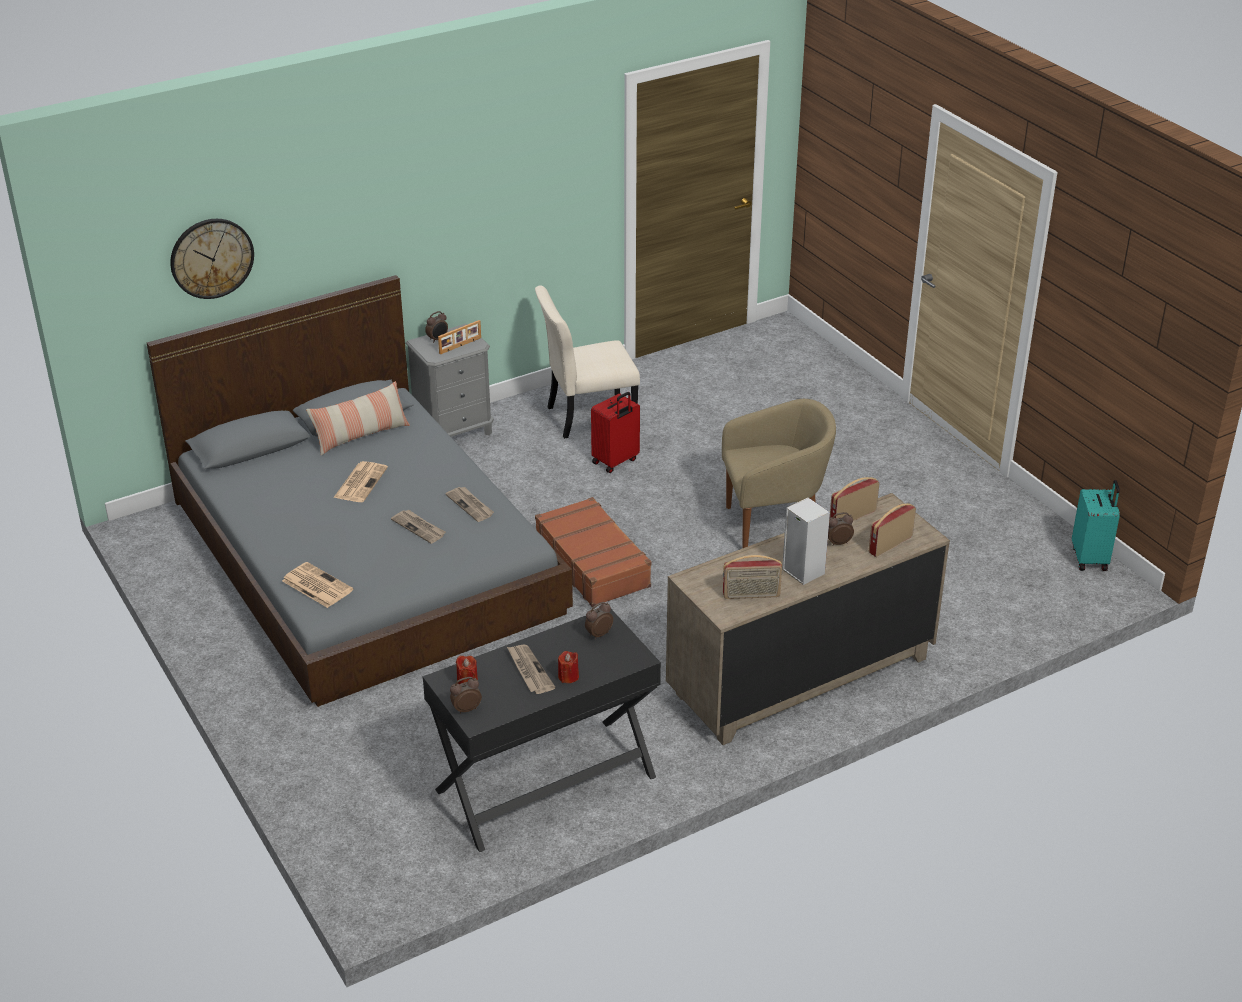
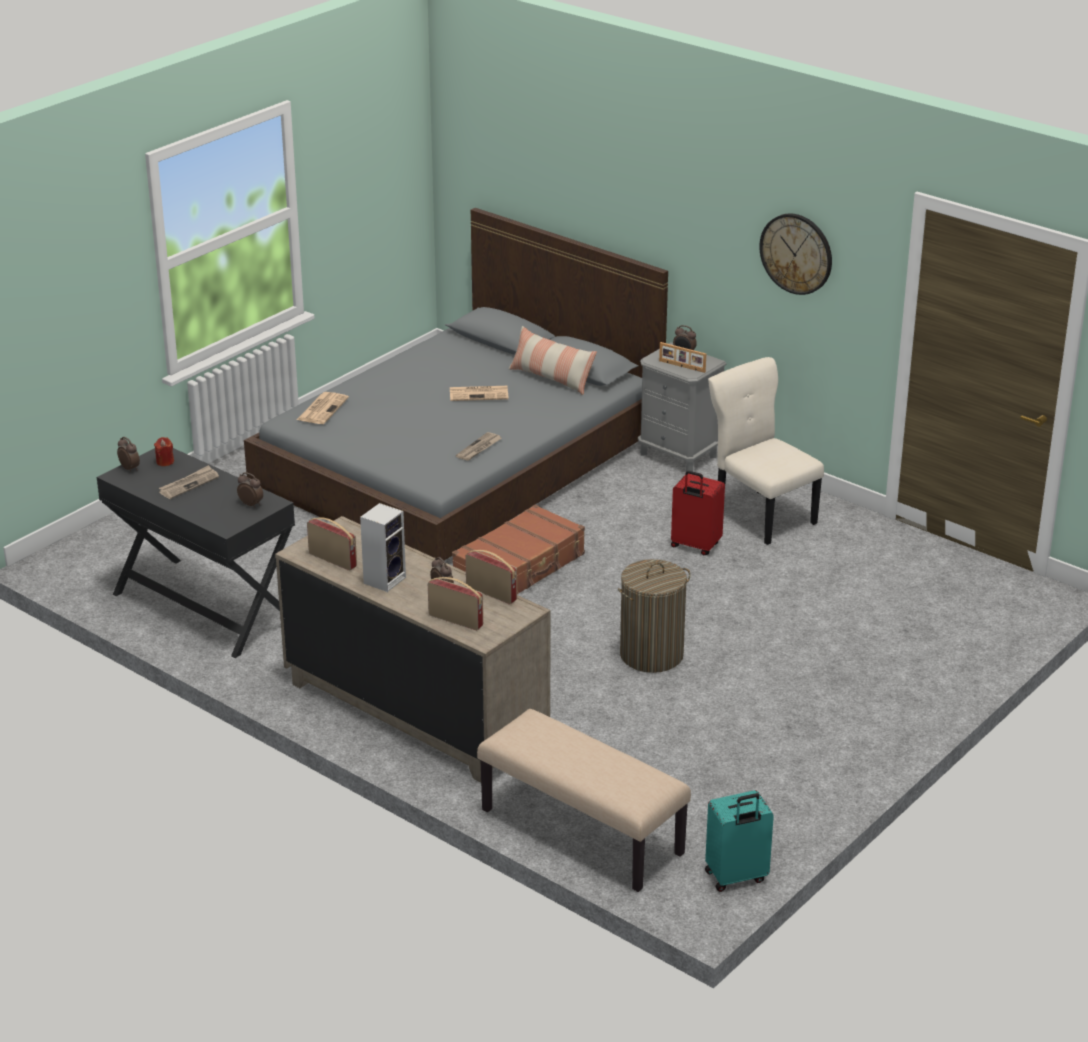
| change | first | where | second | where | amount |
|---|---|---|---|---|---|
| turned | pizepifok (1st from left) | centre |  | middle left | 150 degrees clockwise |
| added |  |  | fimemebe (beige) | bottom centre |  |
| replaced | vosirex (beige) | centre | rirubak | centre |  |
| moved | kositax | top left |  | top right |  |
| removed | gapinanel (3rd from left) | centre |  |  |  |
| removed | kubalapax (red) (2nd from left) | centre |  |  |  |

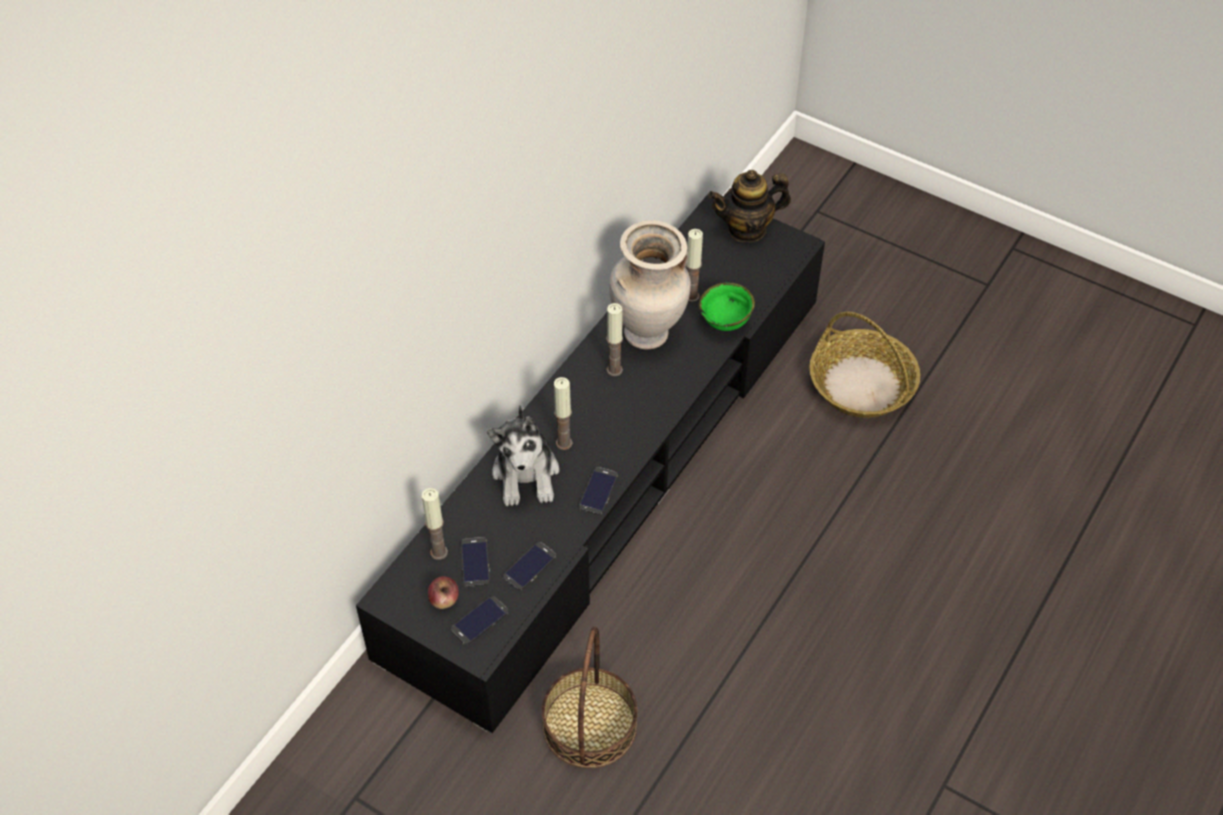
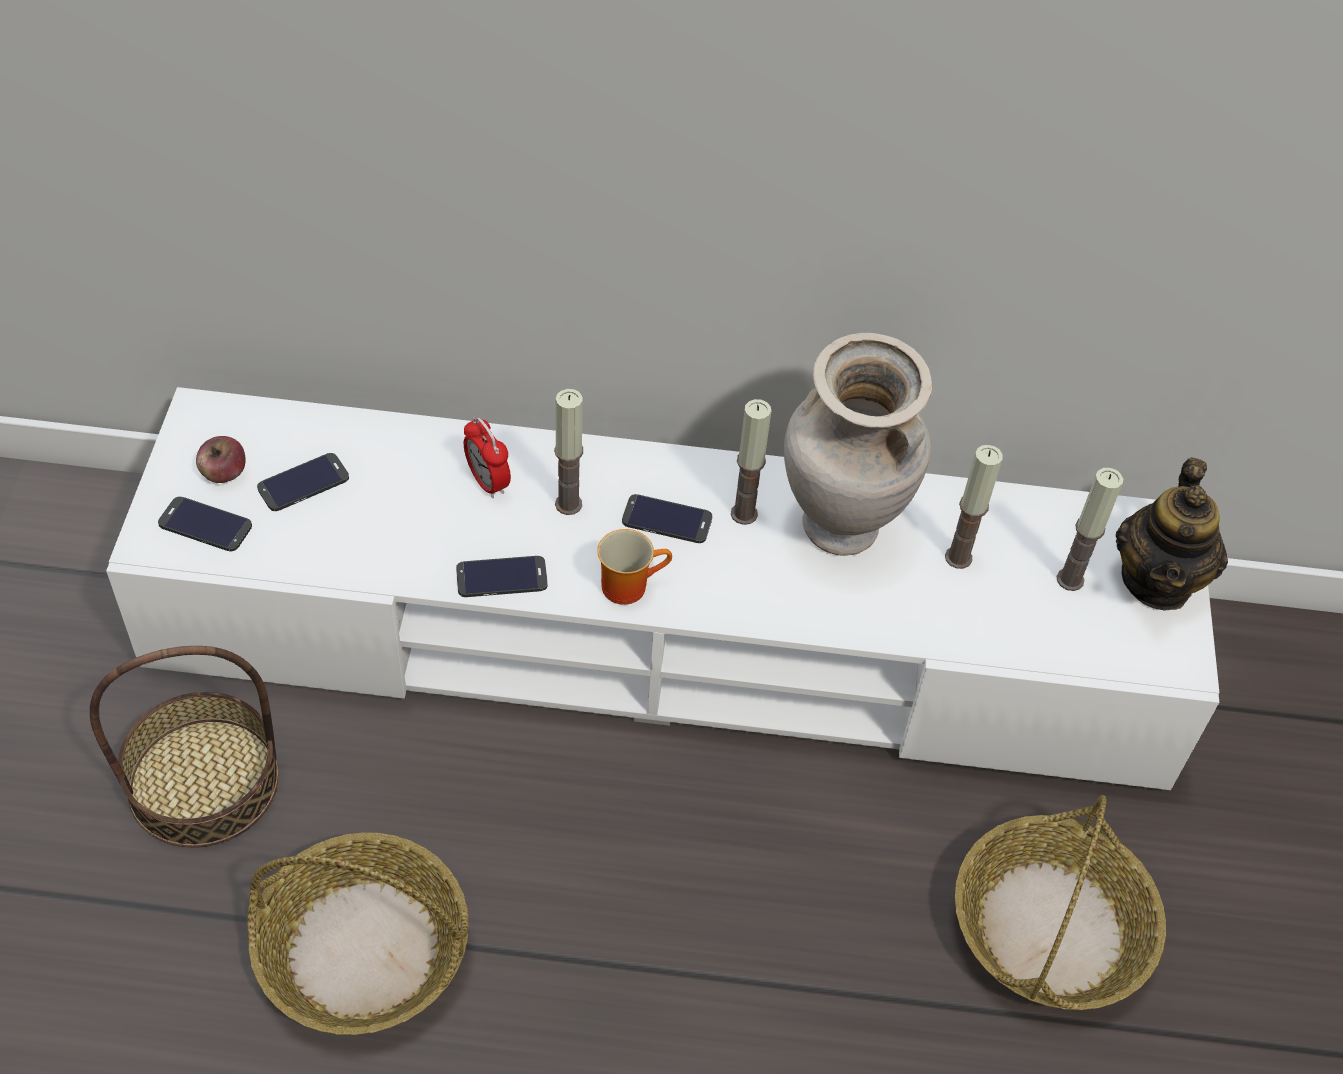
| change | first | where | second | where | amount |
|---|---|---|---|---|---|
| recoloured | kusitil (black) | centre | kusitil (white) | centre |  |
| added |  |  | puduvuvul (2nd from left) | bottom left |  |
| replaced | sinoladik | centre | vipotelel | centre |  |
| added |  |  | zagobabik | centre |  |
| moved | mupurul (3rd from left in the first image) | bottom centre | mupurul (4th from left) | centre |  |
| moved | kubalapax (1st from left in the first image) | centre | kubalapax (4th from left) | middle right |  |
| turned | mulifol | top centre |  | middle right | 120 degrees counterclockwise |
| removed | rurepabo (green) | centre |  |  |  |

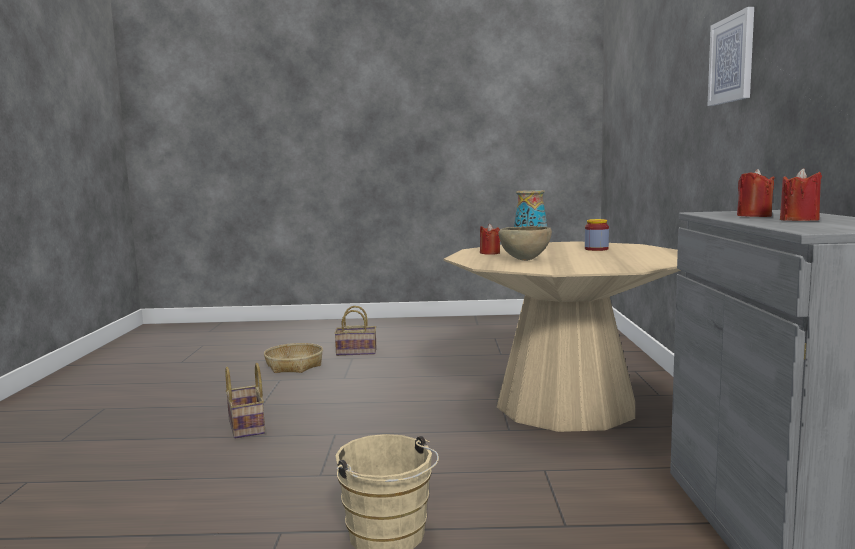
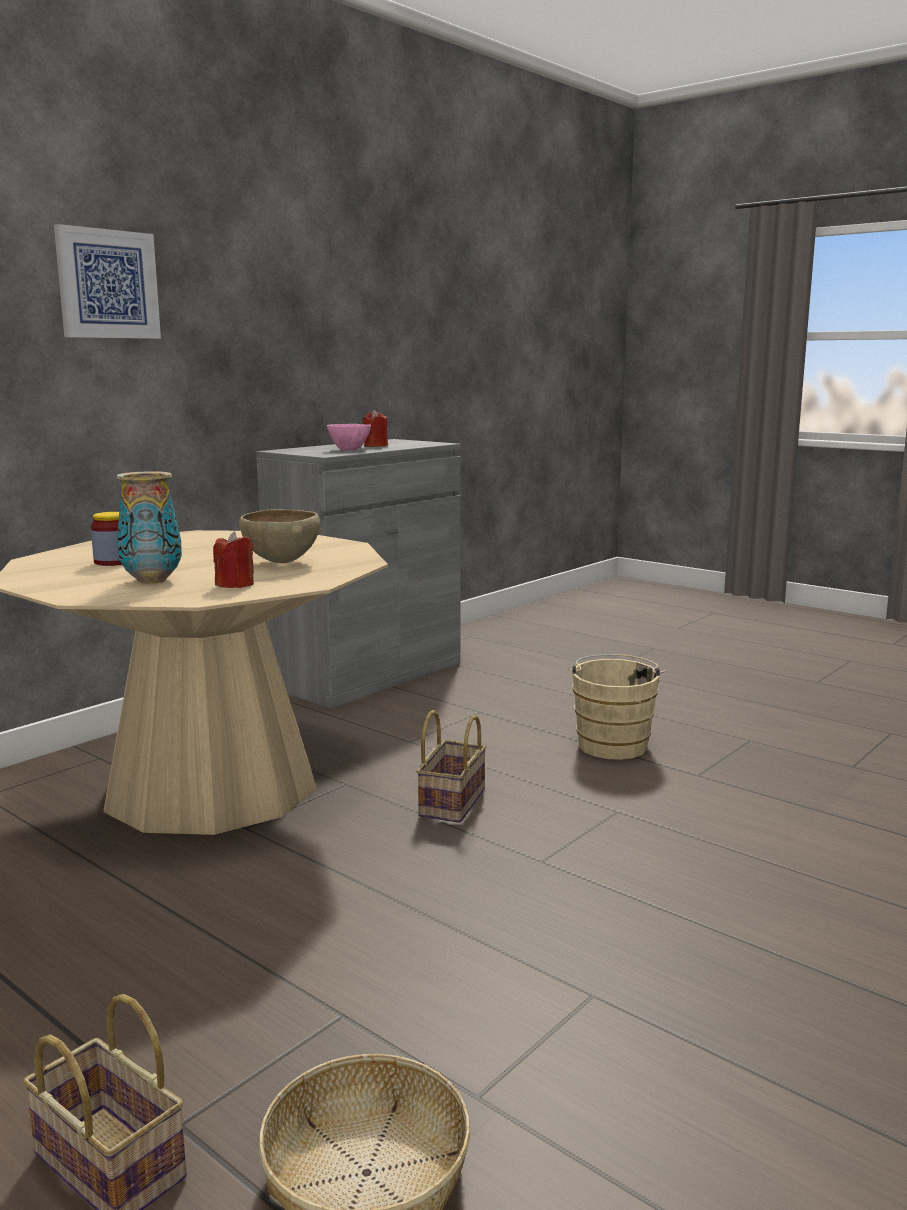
| change | first | where | second | where | amount |
|---|---|---|---|---|---|
| replaced | kubalapax (red) (2nd from left) | middle right | rurepabo (pink) | centre |  |
| moved | puduvuvul (1st from left in the first image) | bottom left | puduvuvul (3rd from left) | centre |  |

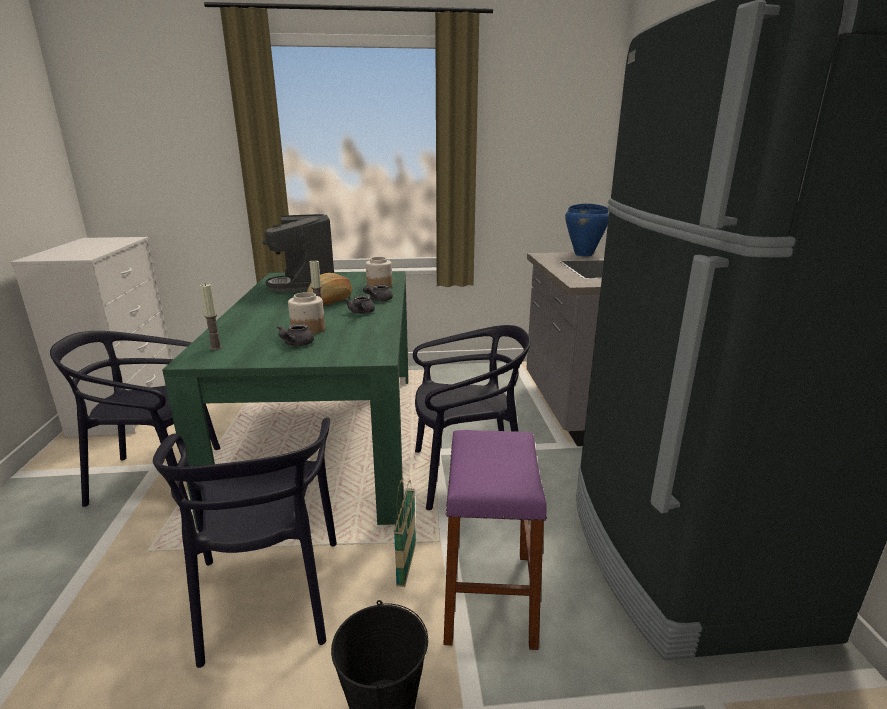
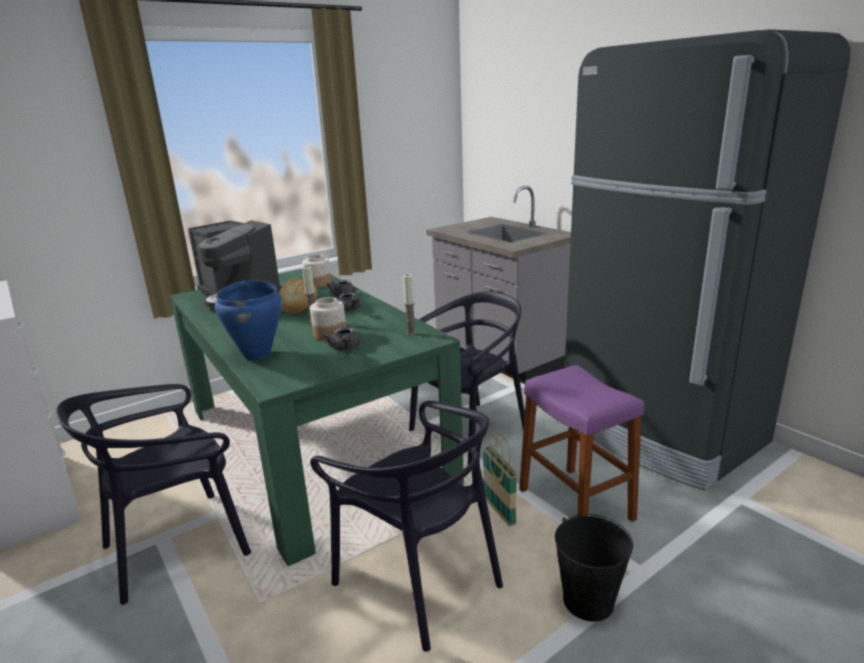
| change | first | where | second | where | amount |
|---|---|---|---|---|---|
| moved | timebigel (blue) | top centre |  | middle left |  |
| moved | kubalapax (1st from left in the first image) | middle left | kubalapax (2nd from left) | centre |  |

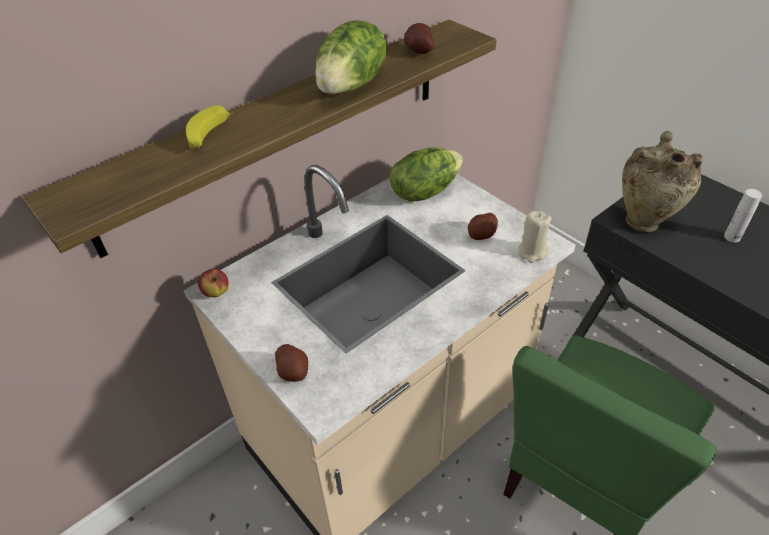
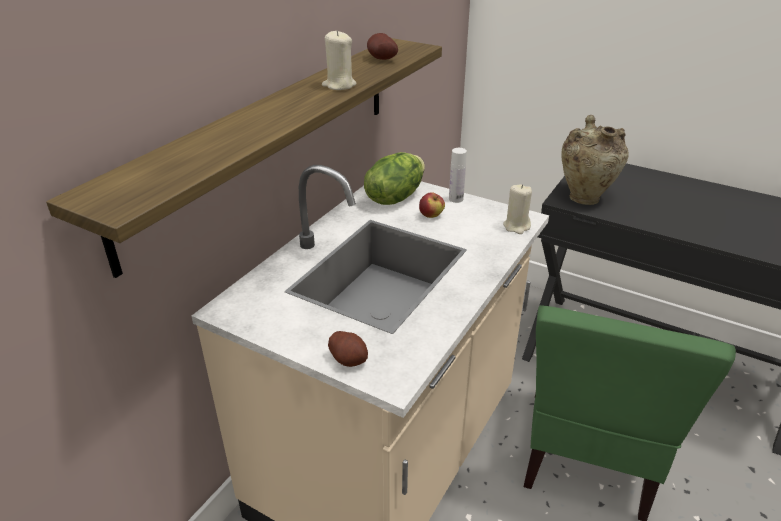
| change | first | where | second | where | amount |
|---|---|---|---|---|---|
| replaced | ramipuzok (1st from left) | top centre | kubalapax (beige) (1st from left) | top centre |  |
| moved | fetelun | middle left |  | centre |  |
| moved | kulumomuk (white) | middle right |  | centre |  |
| removed | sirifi | top left |  |  |  |
| removed | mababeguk (3rd from left) | centre |  |  |  |

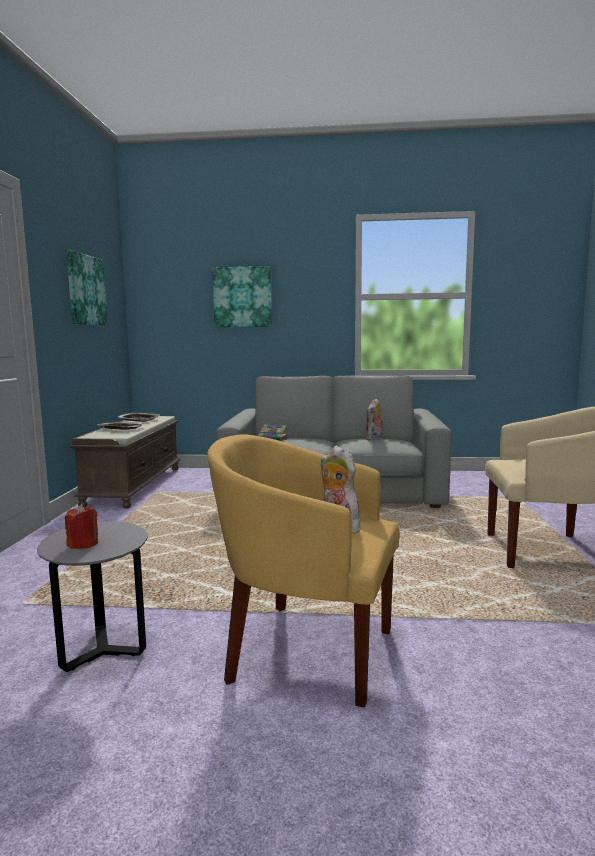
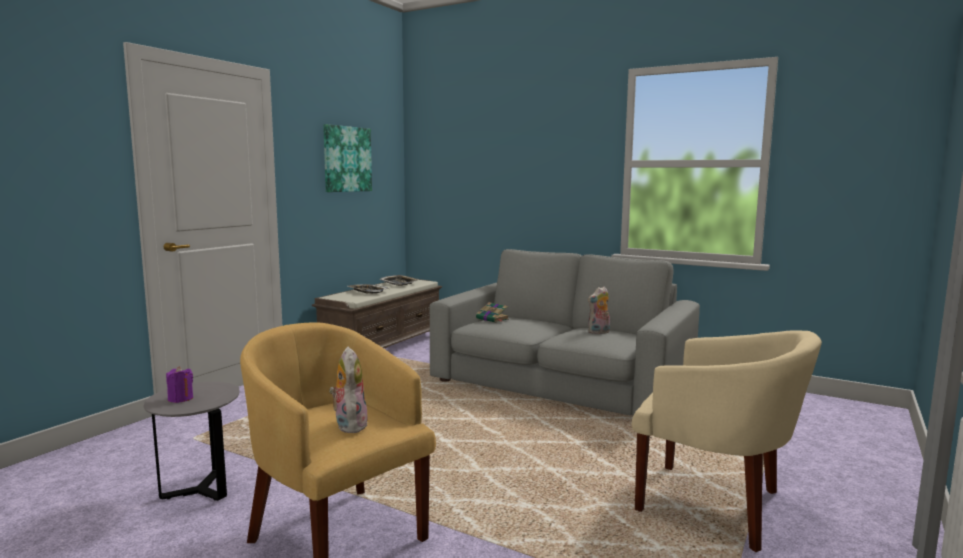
| change | first | where | second | where | amount |
|---|---|---|---|---|---|
| recoloured | kubalapax (red) | middle left | kubalapax (purple) | bottom left |  |
| removed | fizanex (2nd from left) | centre |  |  |  |

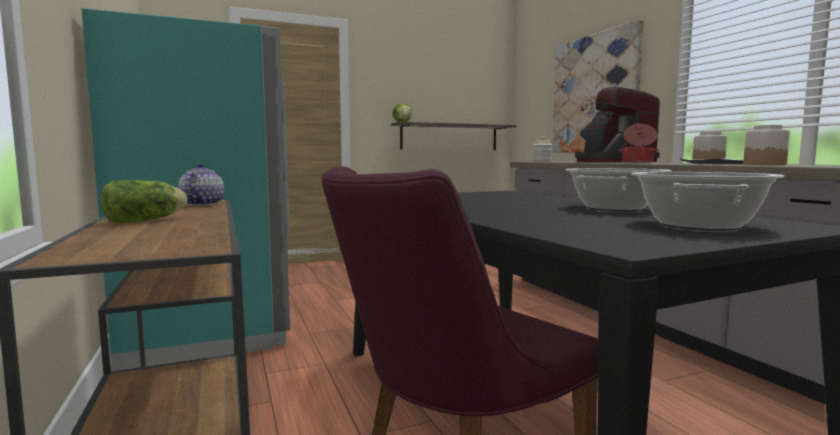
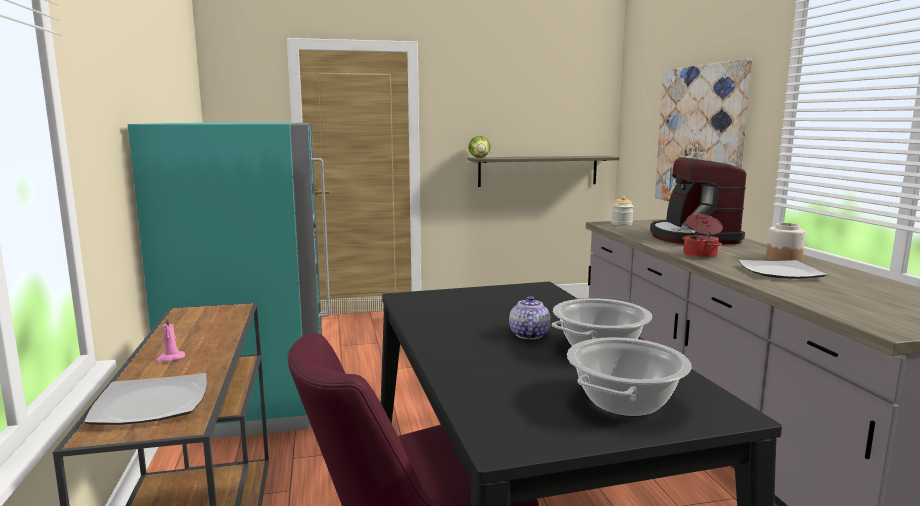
| change | first | where | second | where | amount |
|---|---|---|---|---|---|
| added |  |  | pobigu (1st from left) | bottom left |  |
| replaced | ramipuzok (1st from left) | middle left | kubalapax (pink) | bottom left |  |
| moved | mulifol | middle left |  | centre |  |
| removed | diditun (3rd from left) | middle right |  |  |  |

